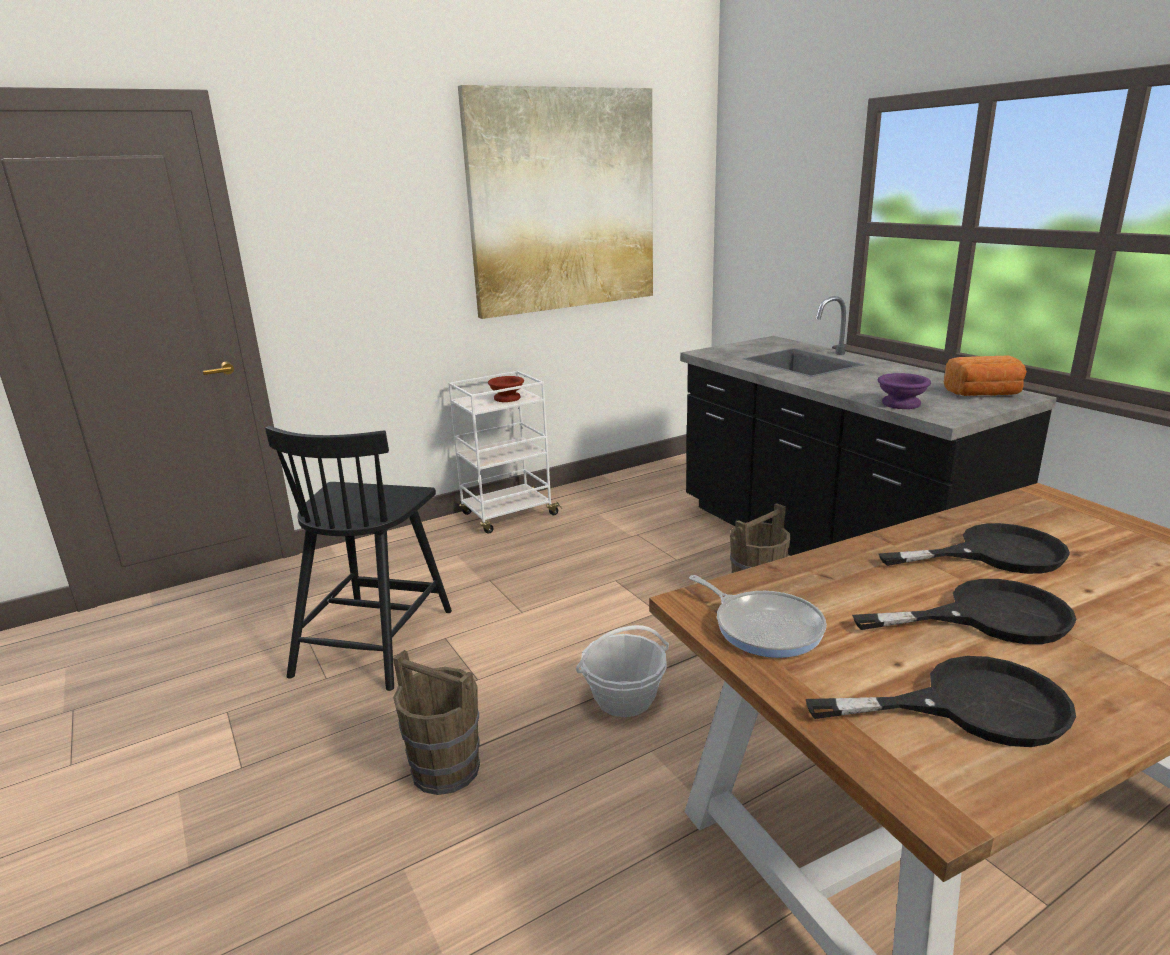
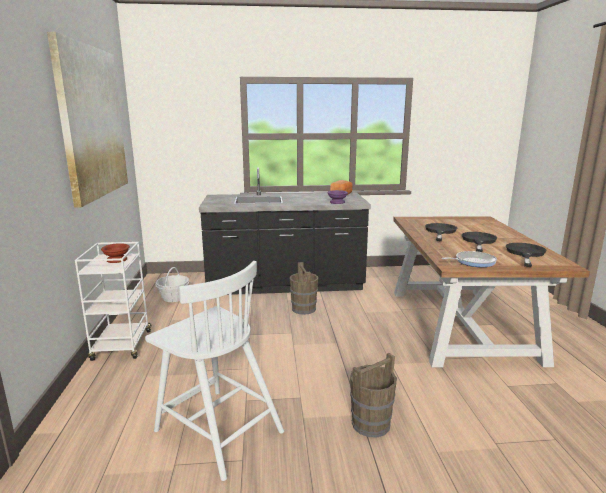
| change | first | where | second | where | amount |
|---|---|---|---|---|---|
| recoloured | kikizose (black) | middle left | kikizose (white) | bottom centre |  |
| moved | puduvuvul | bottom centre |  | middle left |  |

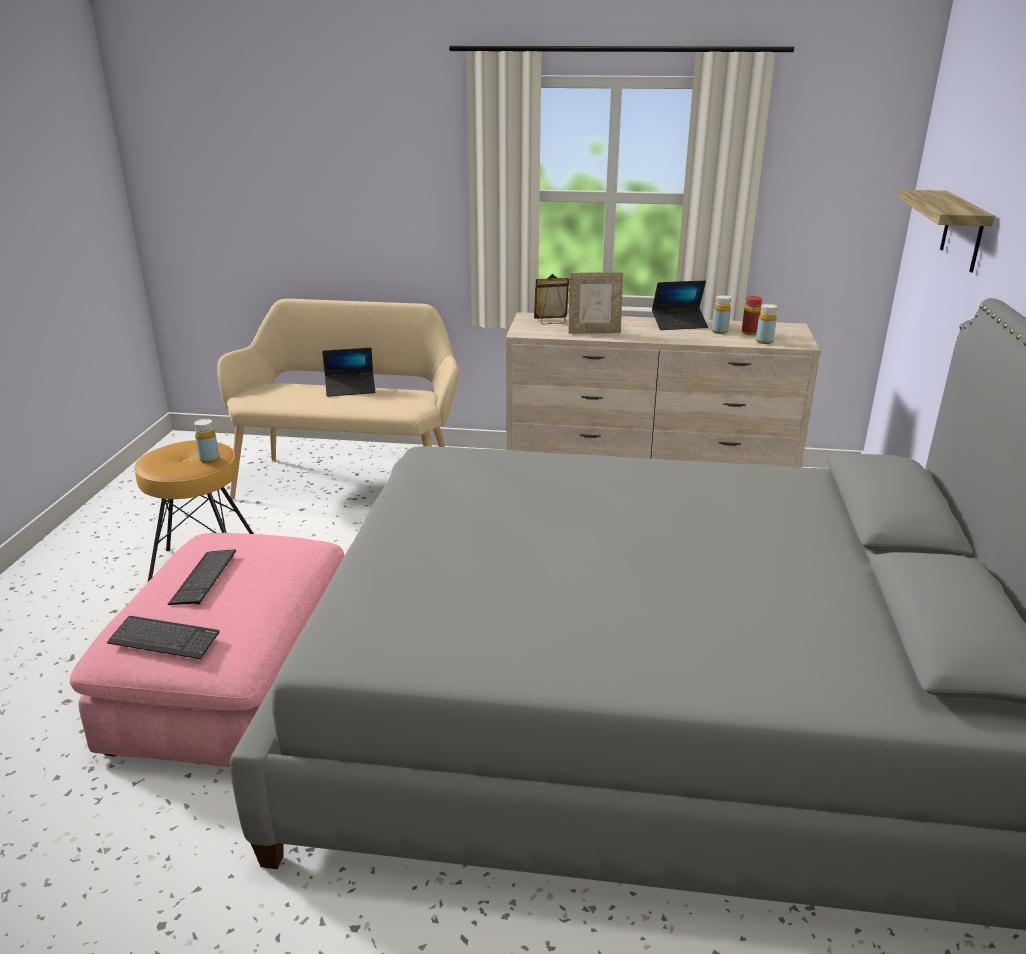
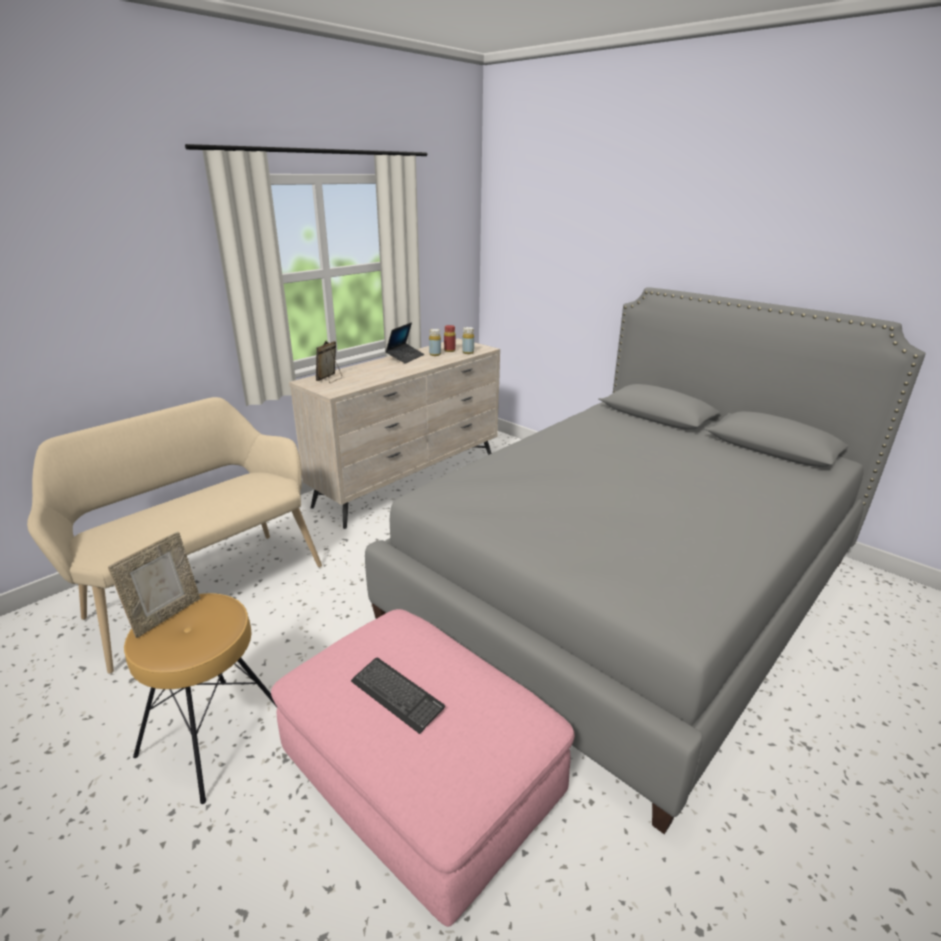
| change | first | where | second | where | amount |
|---|---|---|---|---|---|
| moved | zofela (2nd from left in the first image) | top centre | zofela (1st from left) | middle left |  |
| removed | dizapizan (1st from left) | bottom left |  |  |  |
| removed | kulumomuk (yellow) (1st from left) | middle left |  |  |  |
| removed | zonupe (1st from left) | centre |  |  |  |
| removed | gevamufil | top right |  |  |  |

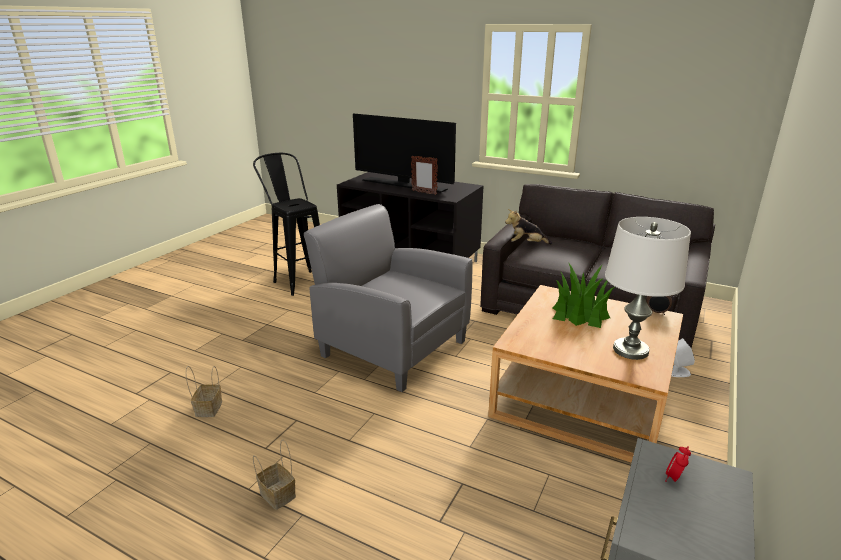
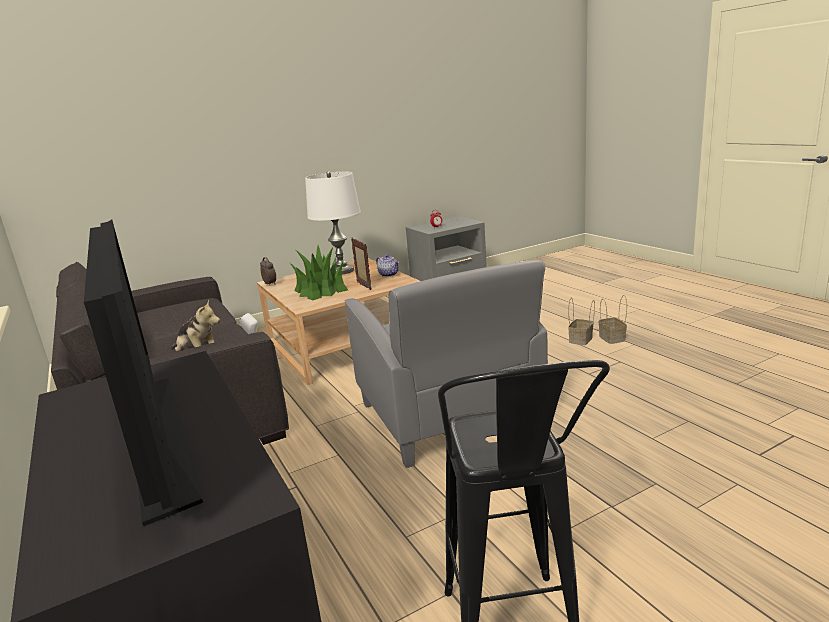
| change | first | where | second | where | amount |
|---|---|---|---|---|---|
| moved | zofela | top centre |  | centre |  |
| added |  |  | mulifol | centre |  |
| moved | puduvuvul (1st from left) | bottom left |  | middle right |  |

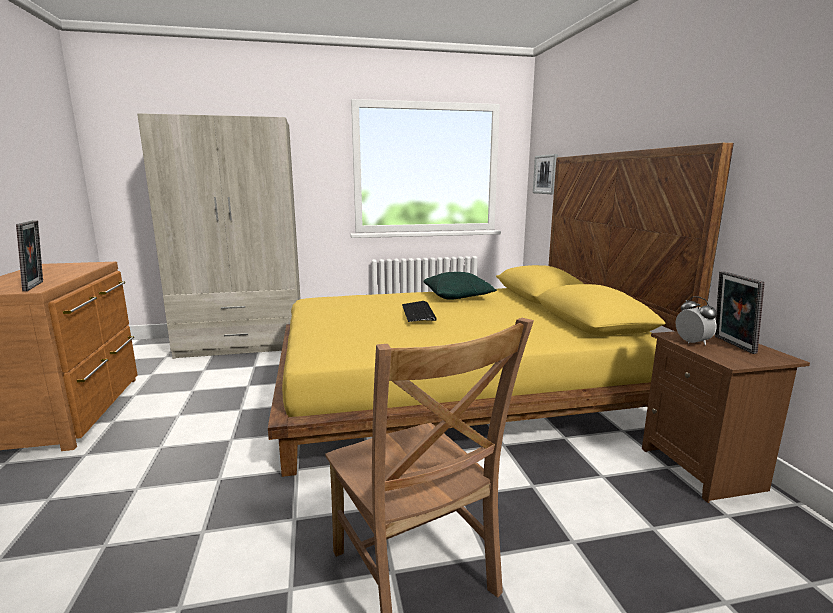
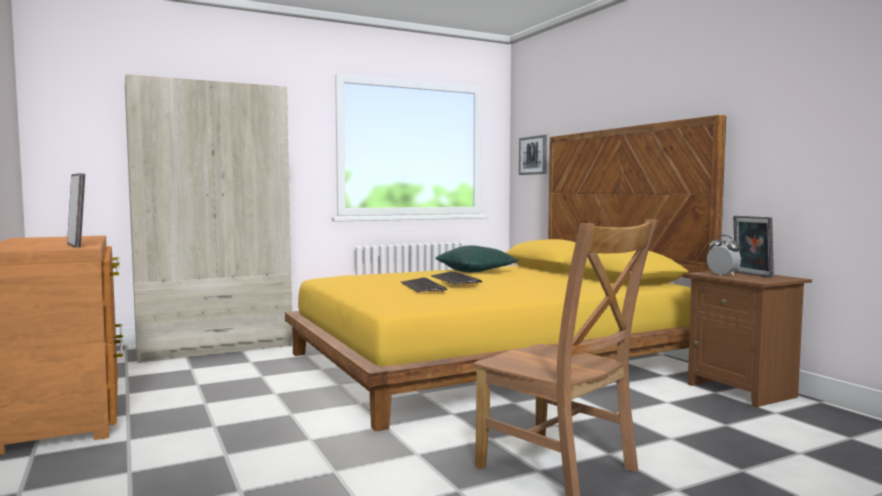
| change | first | where | second | where | amount |
|---|---|---|---|---|---|
| added |  |  | dizapizan (1st from left) | centre |  |

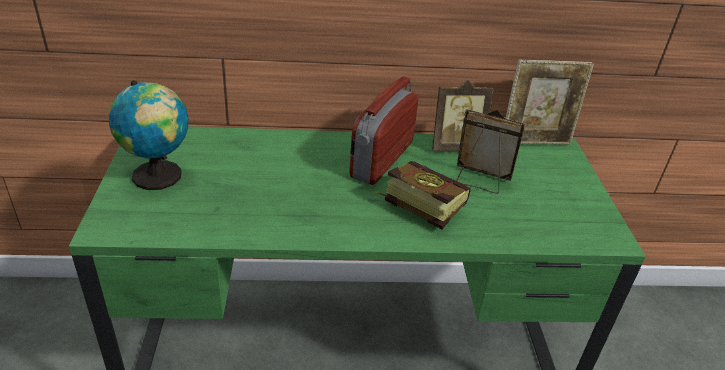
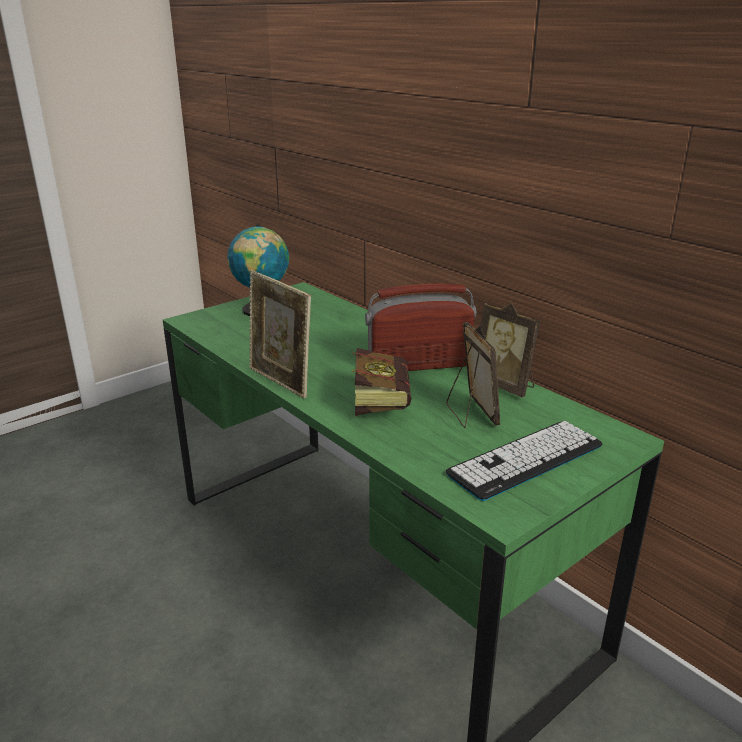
| change | first | where | second | where | amount |
|---|---|---|---|---|---|
| moved | zofela (3rd from left in the first image) | top right | zofela (1st from left) | centre |  |
| added |  |  | dizapizan | middle right |  |

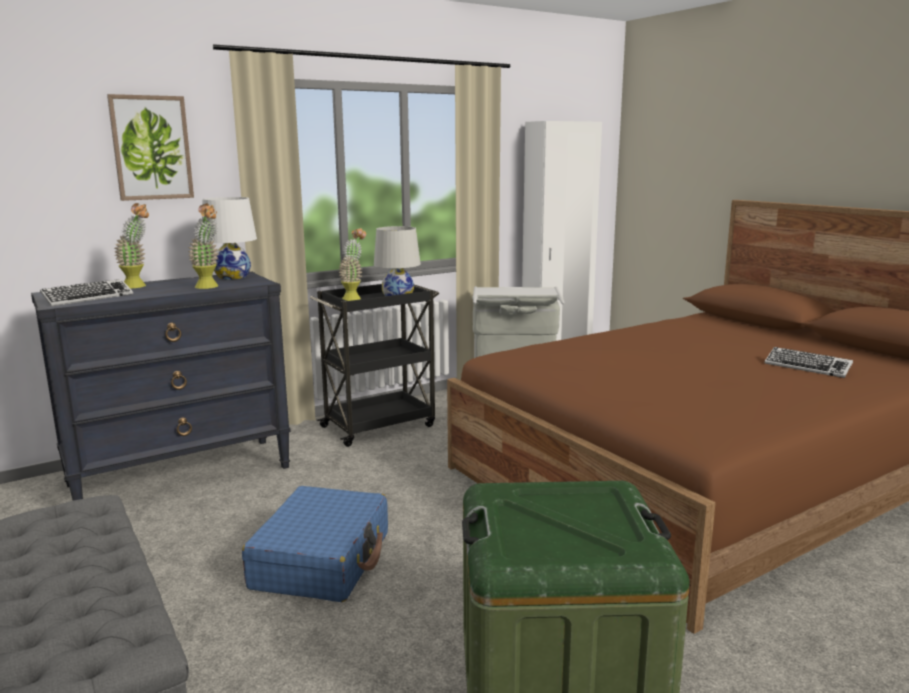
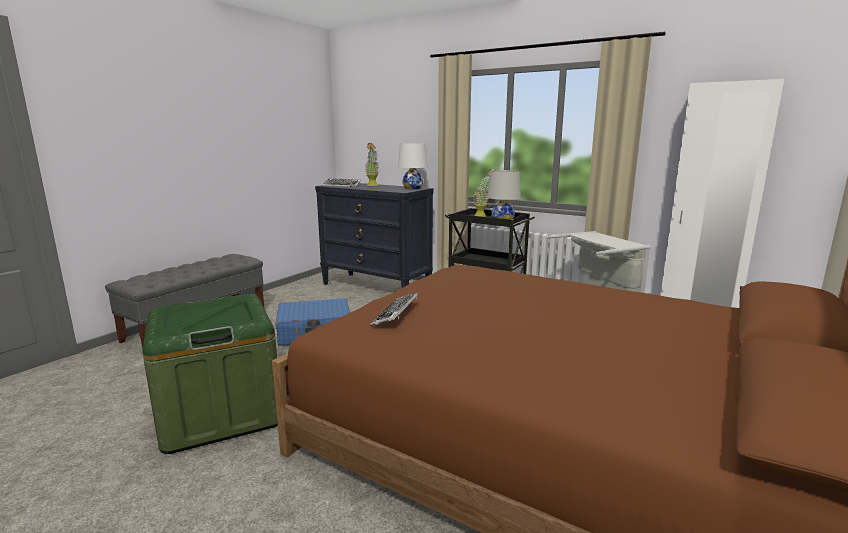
| change | first | where | second | where | amount |
|---|---|---|---|---|---|
| moved | dizapizan (2nd from left) | middle right |  | centre |  |
| removed | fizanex | top left |  |  |  |
| removed | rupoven (2nd from left) | middle left |  |  |  |

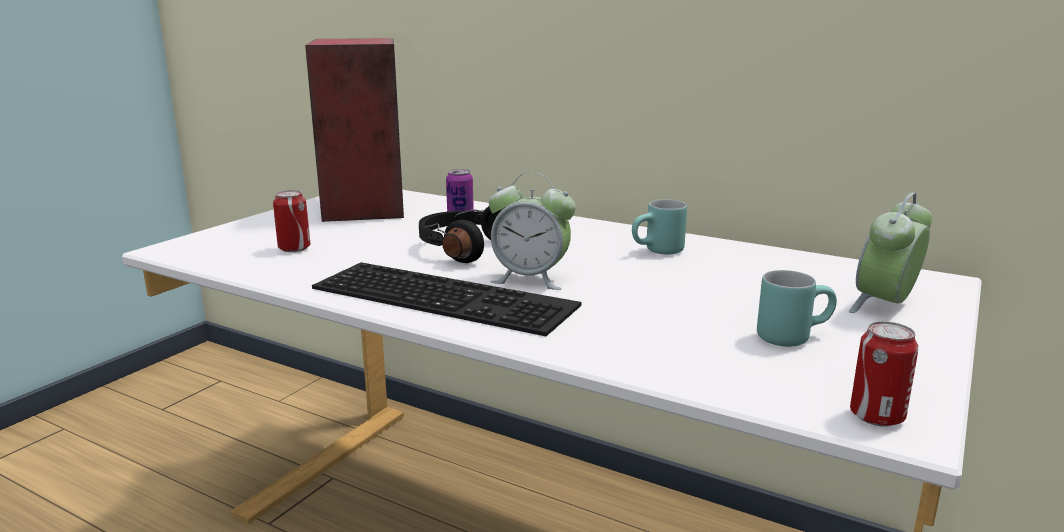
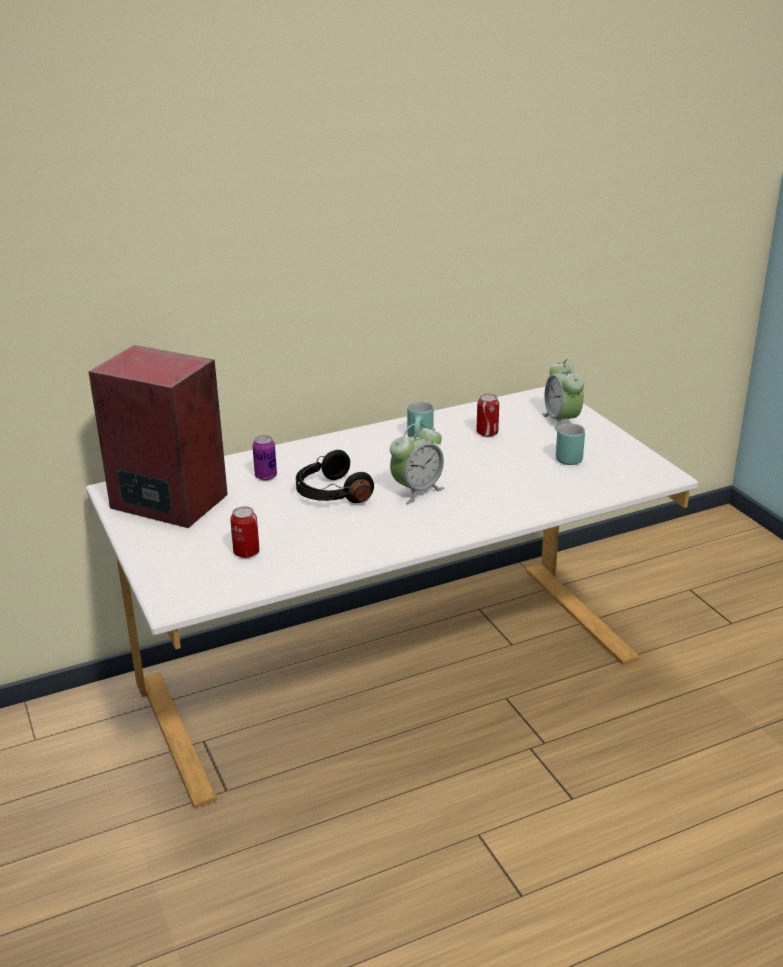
| change | first | where | second | where | amount |
|---|---|---|---|---|---|
| moved | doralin (3rd from left) | bottom right |  | centre |  |
| removed | dizapizan | centre |  |  |  |

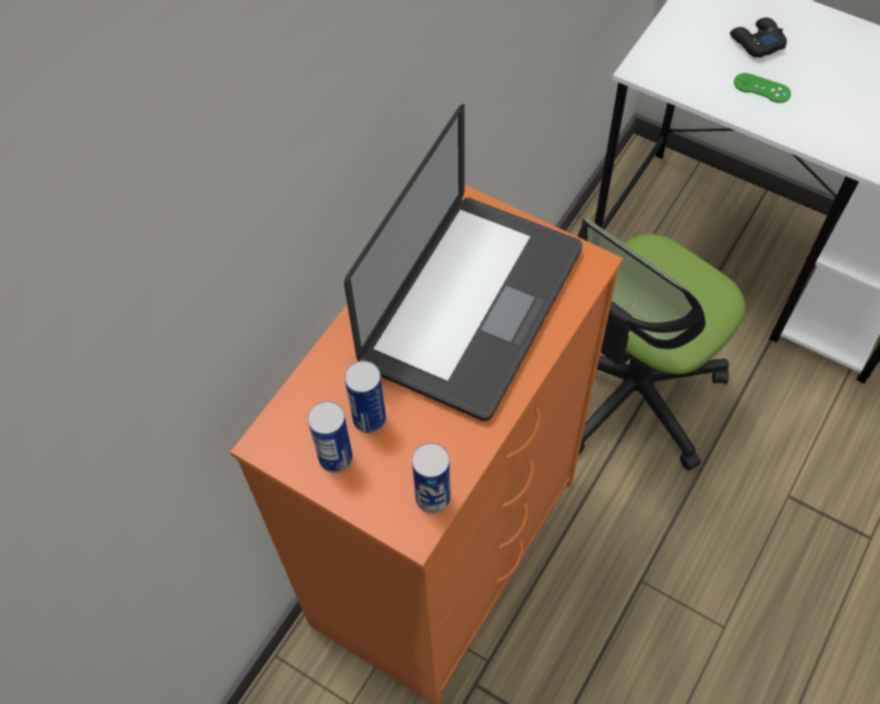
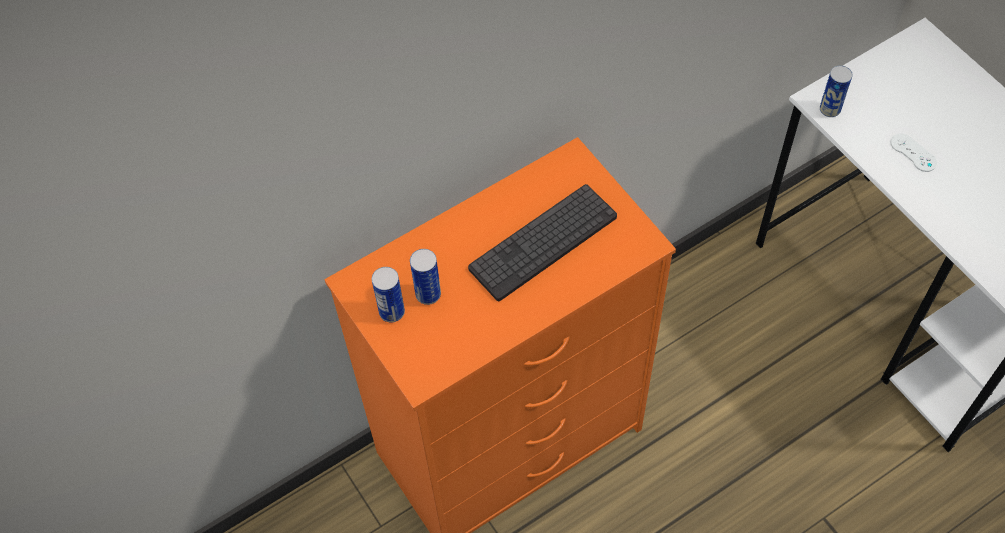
| change | first | where | second | where | amount |
|---|---|---|---|---|---|
| replaced | zonupe | centre | dizapizan | centre |  |
| moved | doralin (3rd from left) | bottom centre |  | top right |  |
| recoloured | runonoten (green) | top right | runonoten (white) | top right |  |
| removed | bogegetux | middle right |  |  |  |
| removed | runonoten (black) | top right |  |  |  |

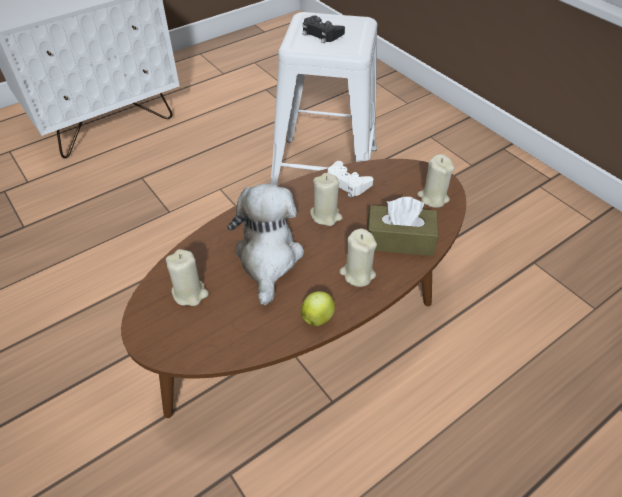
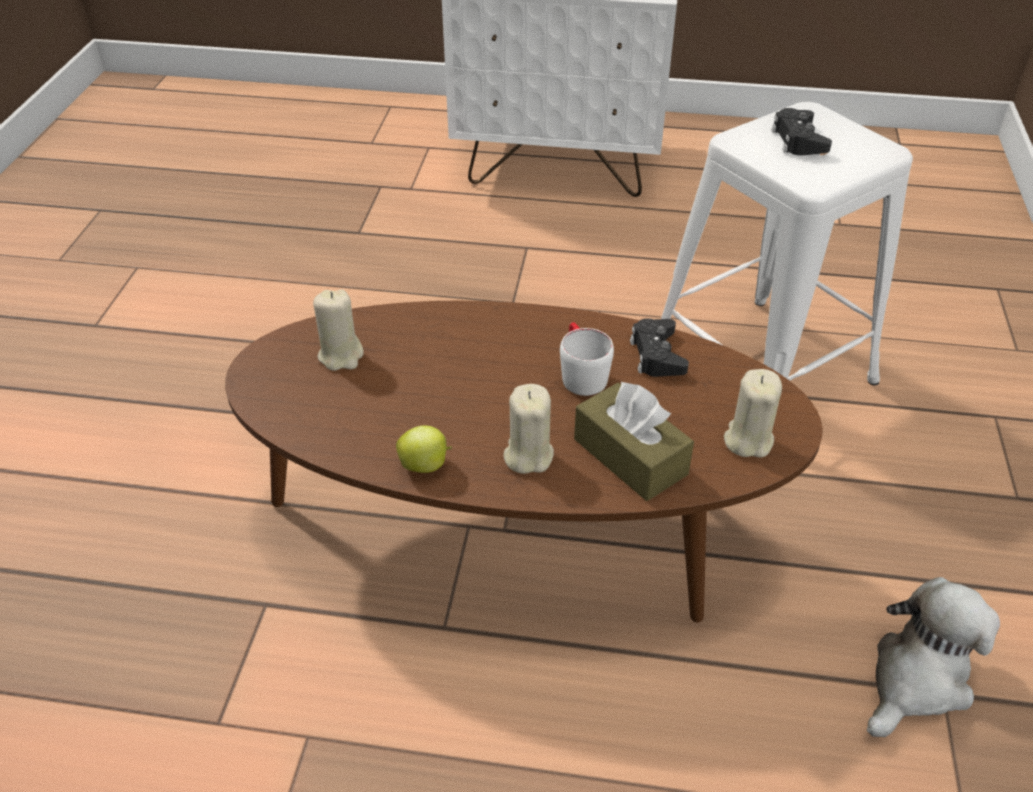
| change | first | where | second | where | amount |
|---|---|---|---|---|---|
| replaced | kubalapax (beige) (2nd from left) | centre | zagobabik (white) | centre |  |
| recoloured | runonoten (white) | centre | runonoten (black) (1st from left) | centre |  |
| moved | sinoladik | centre |  | bottom right |  |

